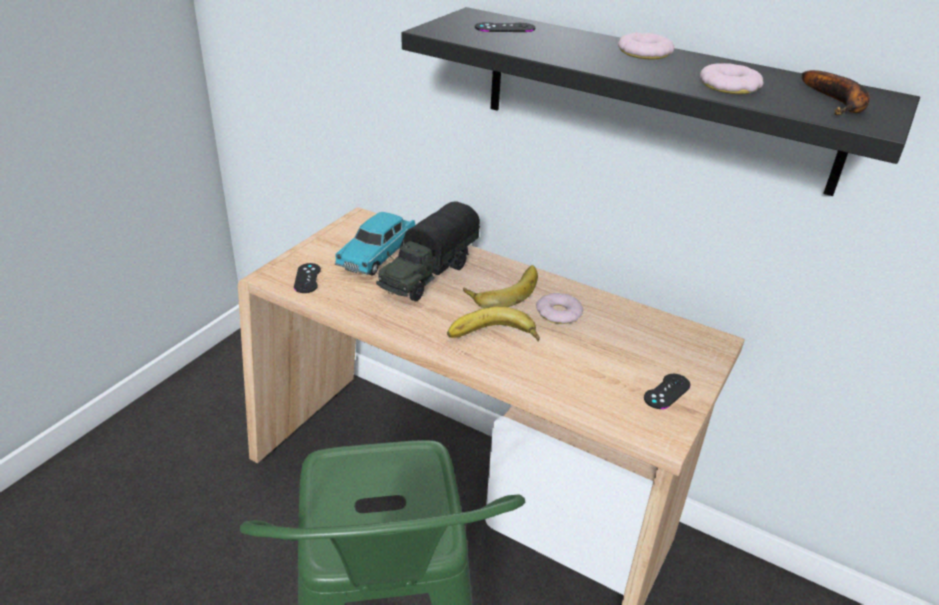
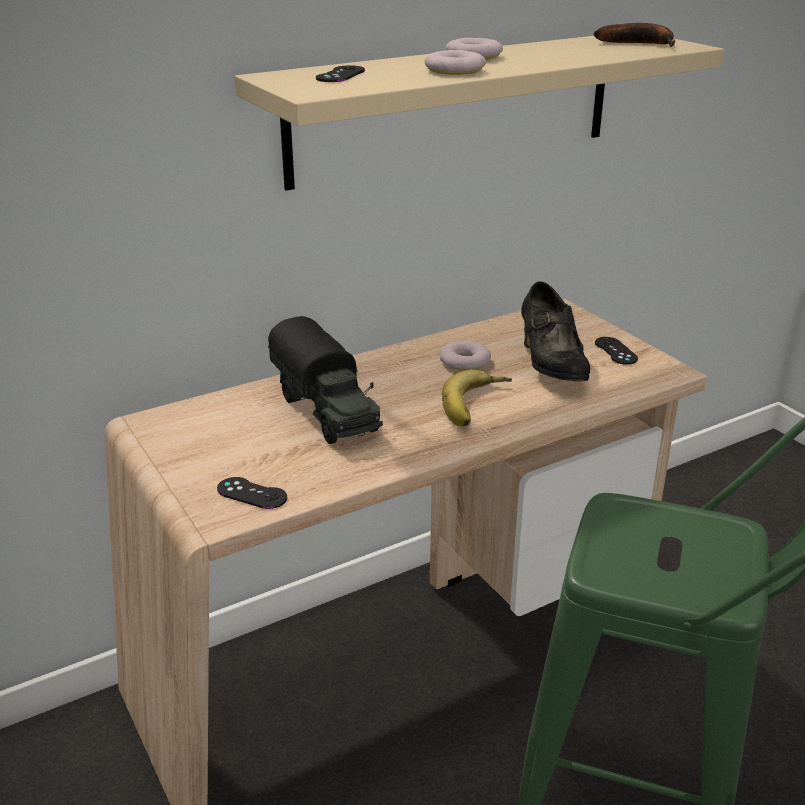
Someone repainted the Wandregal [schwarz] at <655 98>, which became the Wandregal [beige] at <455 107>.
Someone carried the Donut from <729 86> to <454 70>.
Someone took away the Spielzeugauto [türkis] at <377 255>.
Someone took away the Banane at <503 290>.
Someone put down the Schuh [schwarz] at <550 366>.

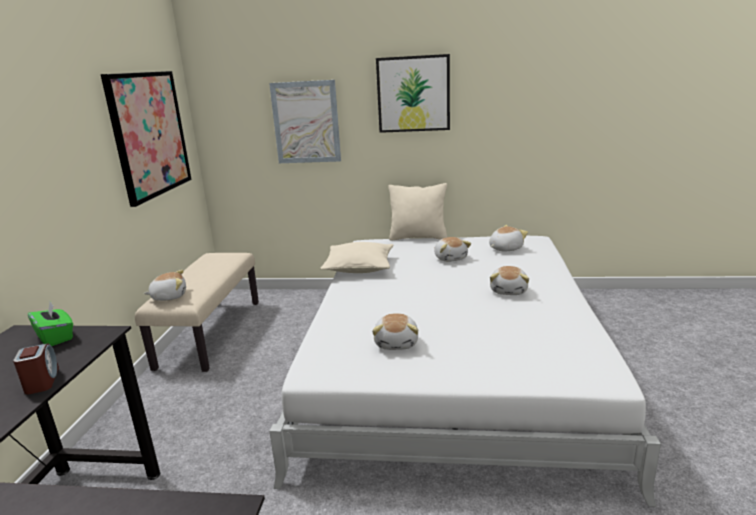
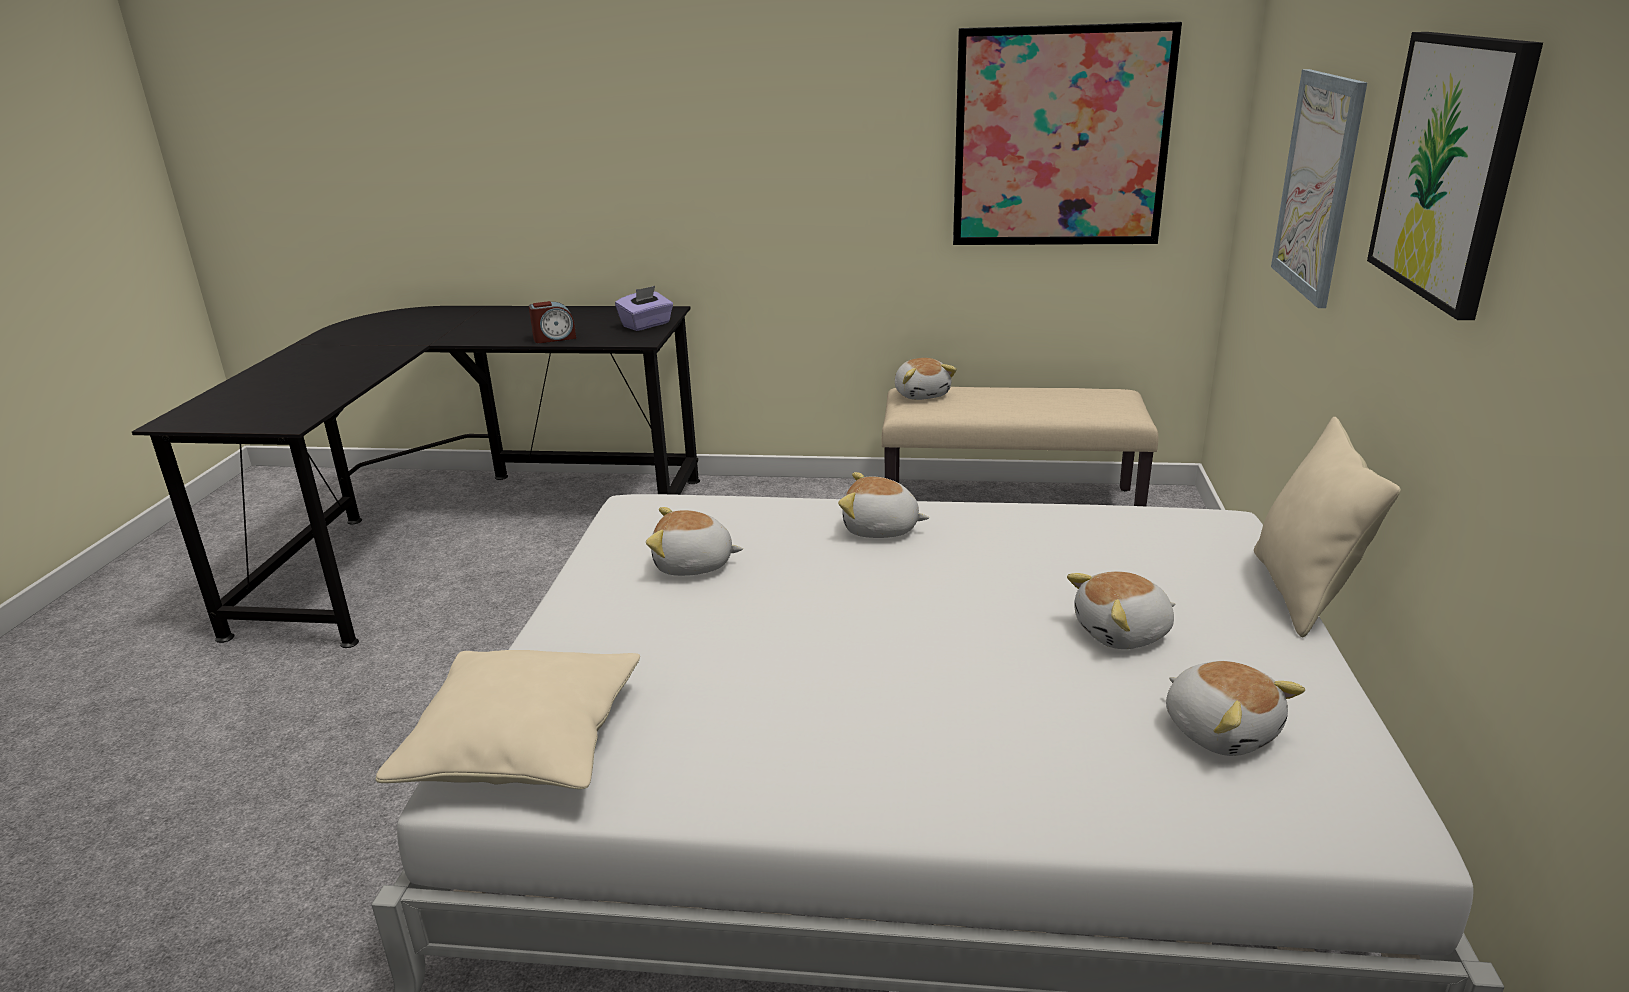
Someone carried the Kissen [beige] from <359 267> to <523 744>.
Someone carried the Plüschtier from <509 291> to <880 529>.
Someone repainted the Taschentuchbox [grün] at <56 337>, which became the Taschentuchbox [lila] at <646 325>.

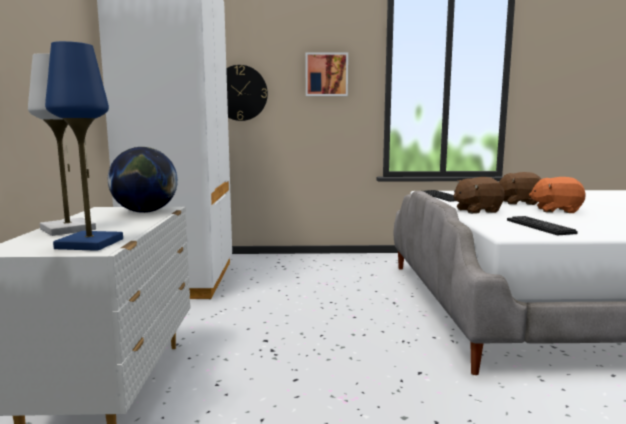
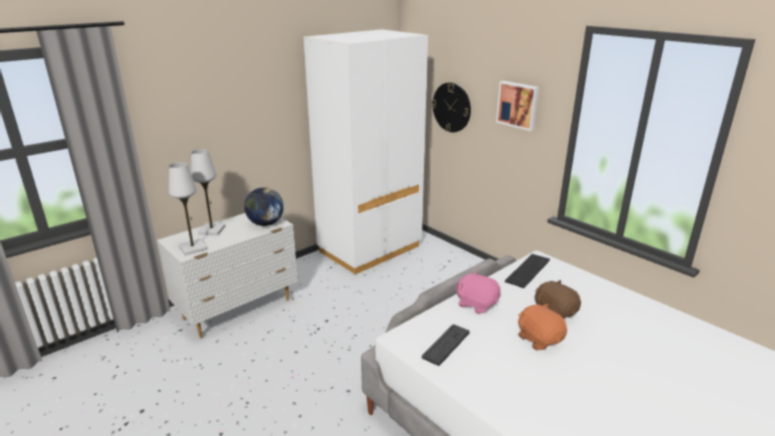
Someone repainted the Tischlampe [blau] at <89 244>, which became the Tischlampe [weiß] at <193 248>.
Someone repainted the Plüschtier [braun] at <476 211>, which became the Plüschtier [rosa] at <476 304>.

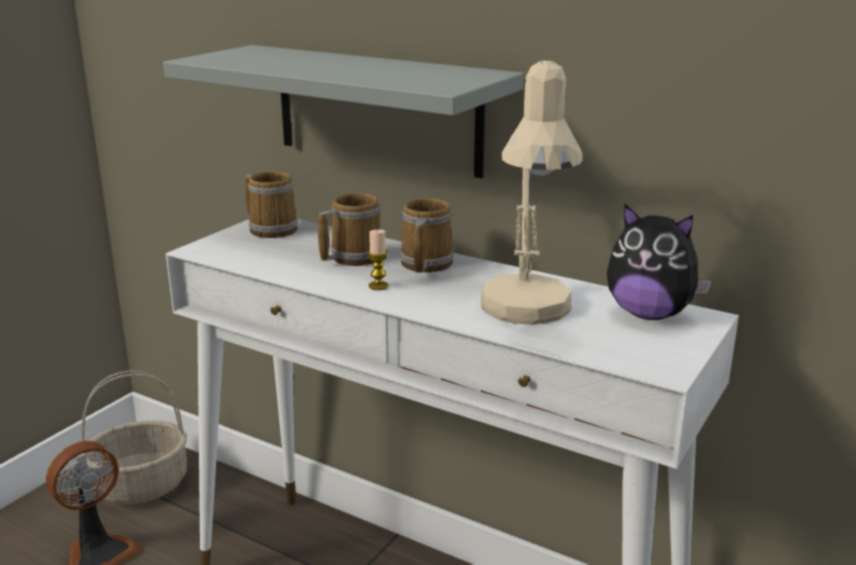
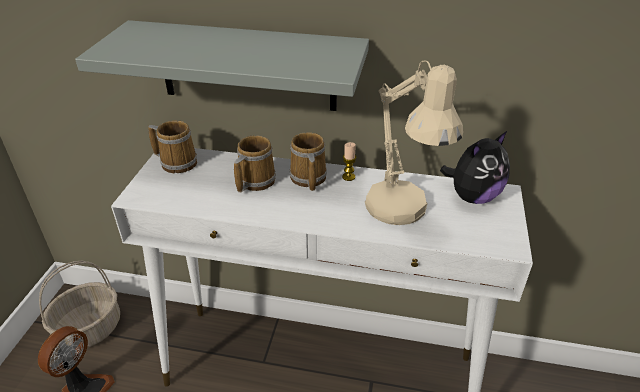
Someone rotated the Plüschtier at <649 314> by 45 degrees counterclockwise.
Someone carried the Kerze from <378 286> to <348 177>.

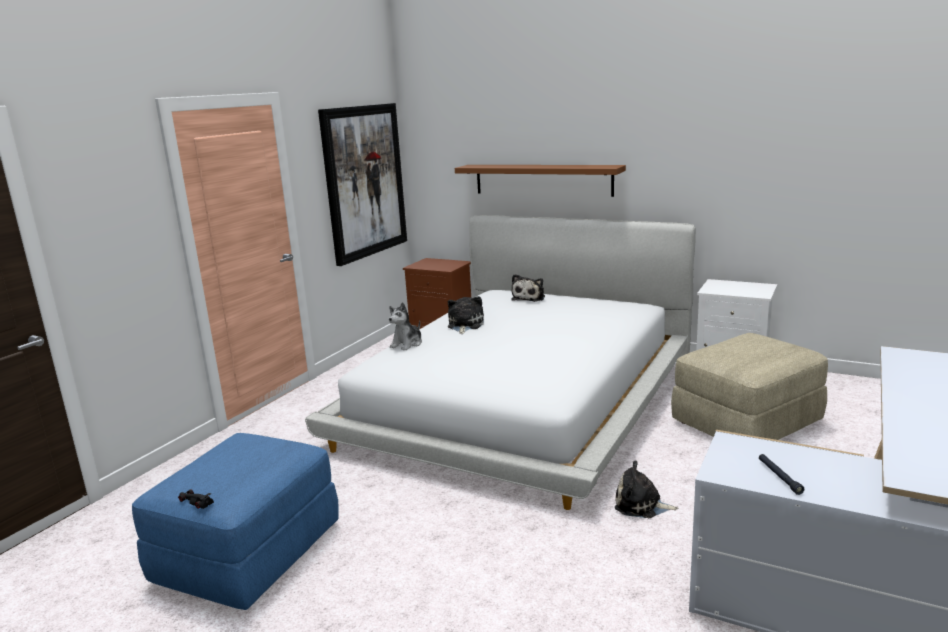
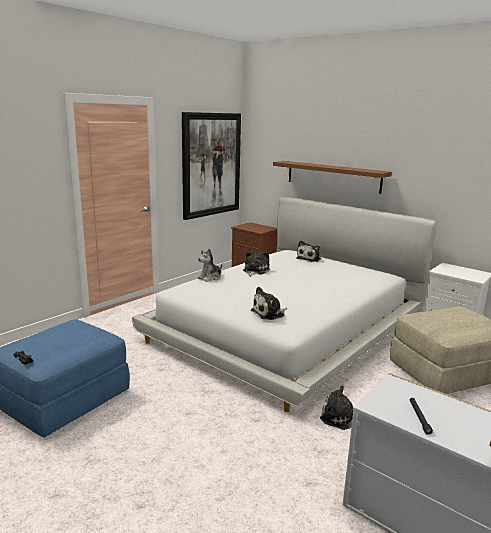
Someone put down the Plüschtier at <269 313>.

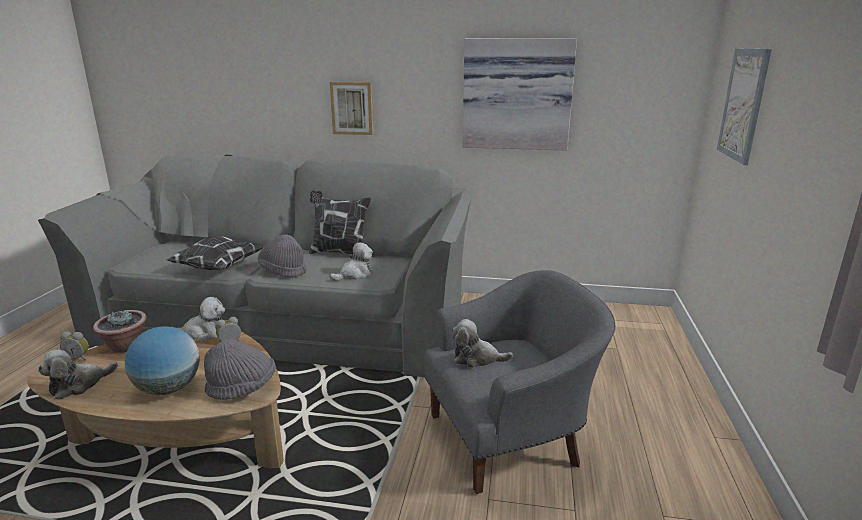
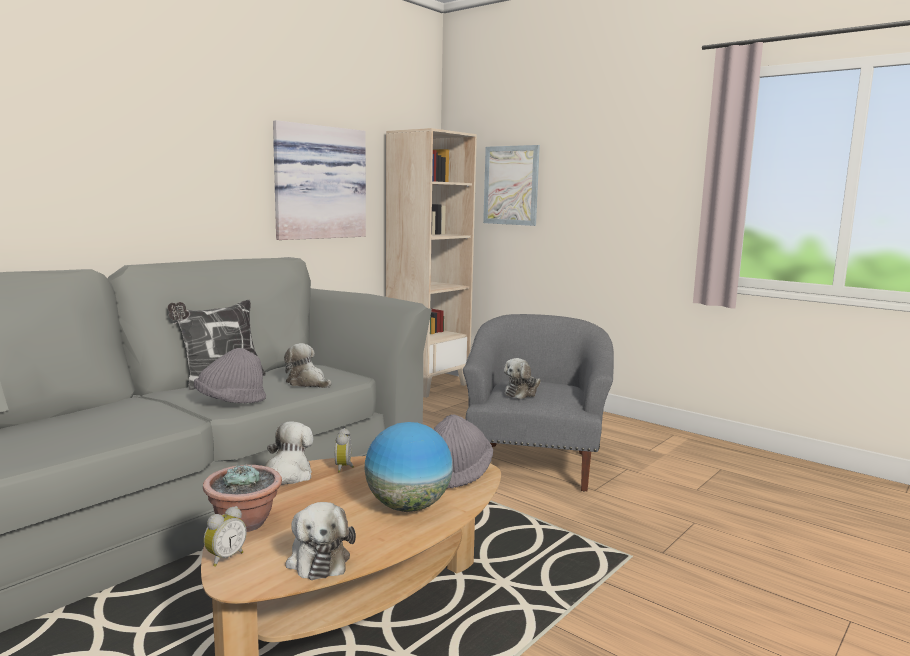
Someone took away the Bild at <352 108>.
Someone took away the Kissen at <218 267>.
Someone rotated the Plüschtier at <354 275> by 45 degrees counterclockwise.
Someone put down the Bücherregal [beige] at <427 385>.

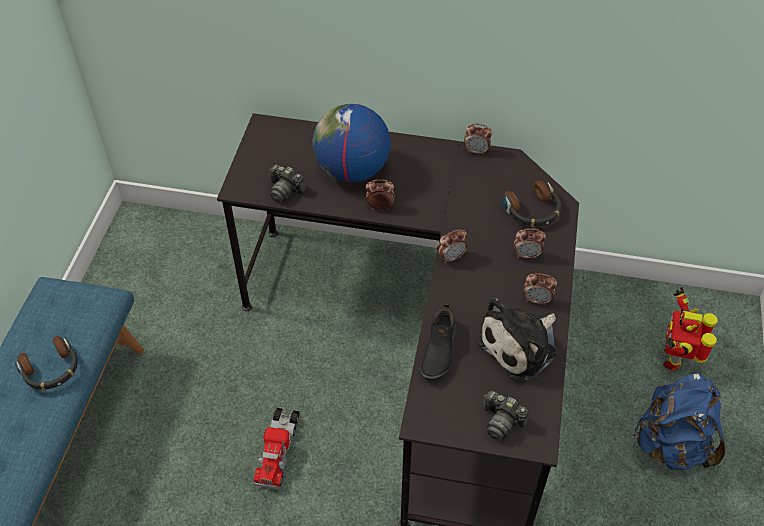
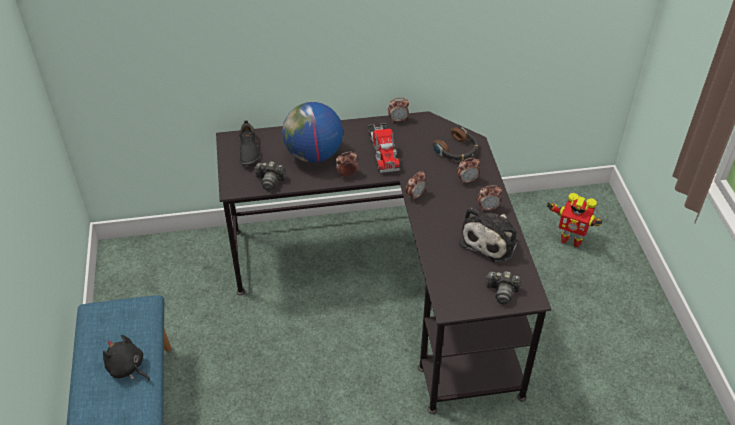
Someone rotated the Spielzeugroboter at <674 358> by 60 degrees counterclockwise.
Someone carried the Schuh [schwarz] from <438 350> to <248 151>.
Someone swapped the Kopfhörer at <51 369> for the Plüschtier [schwarz] at <127 368>.
Someone took away the Rucksack [blau] at <671 444>.
Someone carried the Spielzeuglaster from <278 449> to <382 151>.

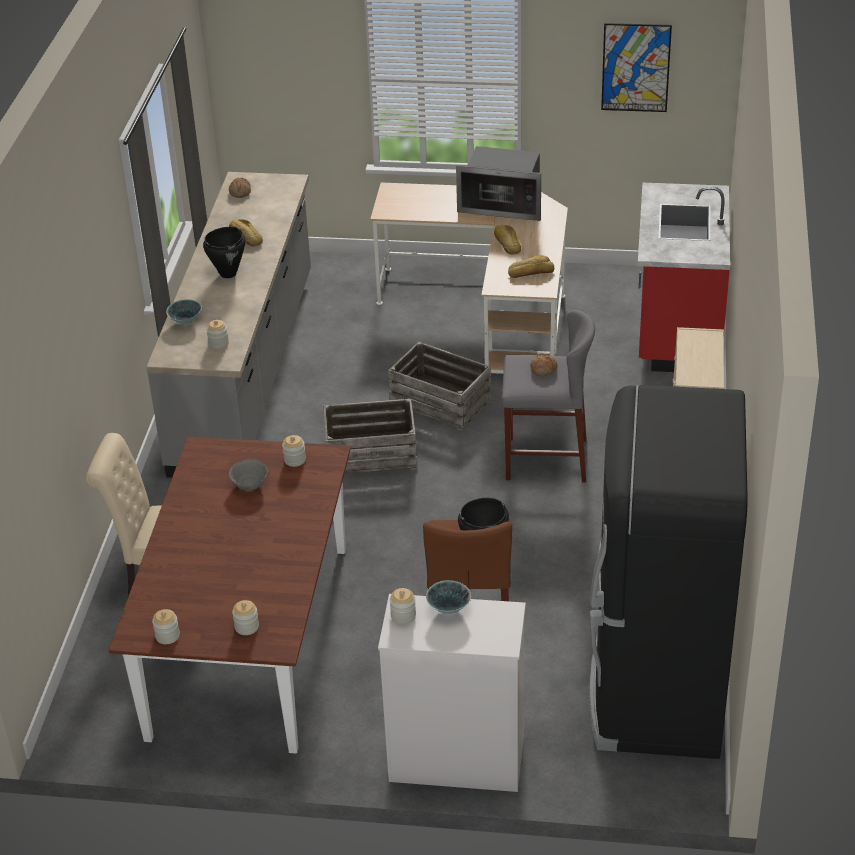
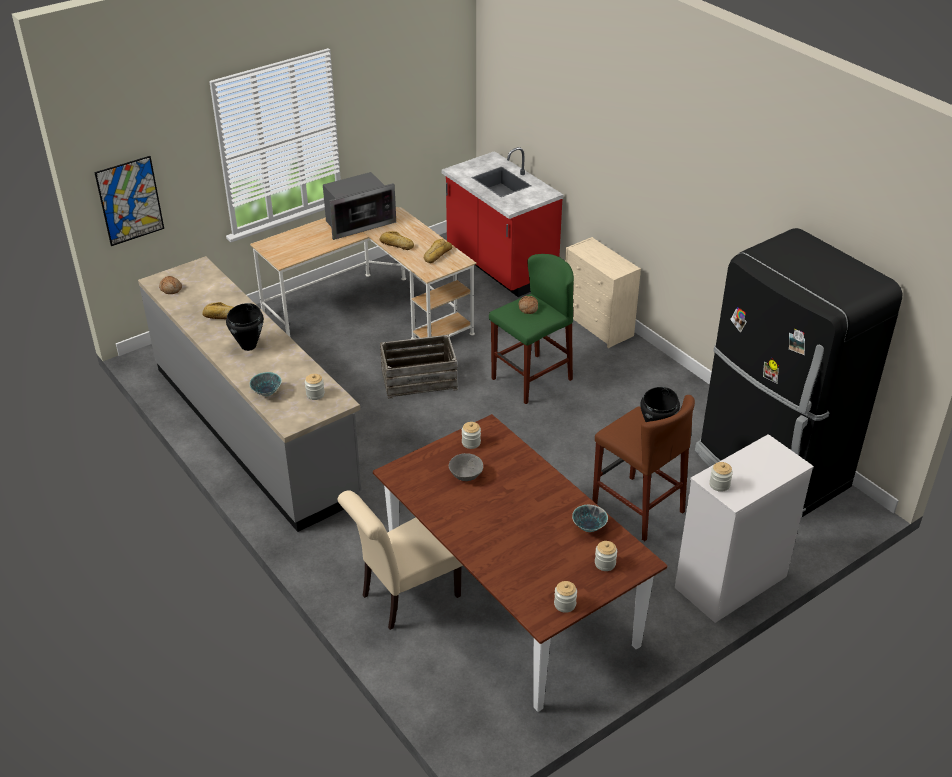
Someone carried the Bild from <635 67> to <130 201>.
Someone repainted the Hocker [grau] at <546 459>, which became the Hocker [grün] at <531 379>.
Someone took away the Kiste at <371 453>.
Someone carried the Schüssel from <448 609> to <588 528>.

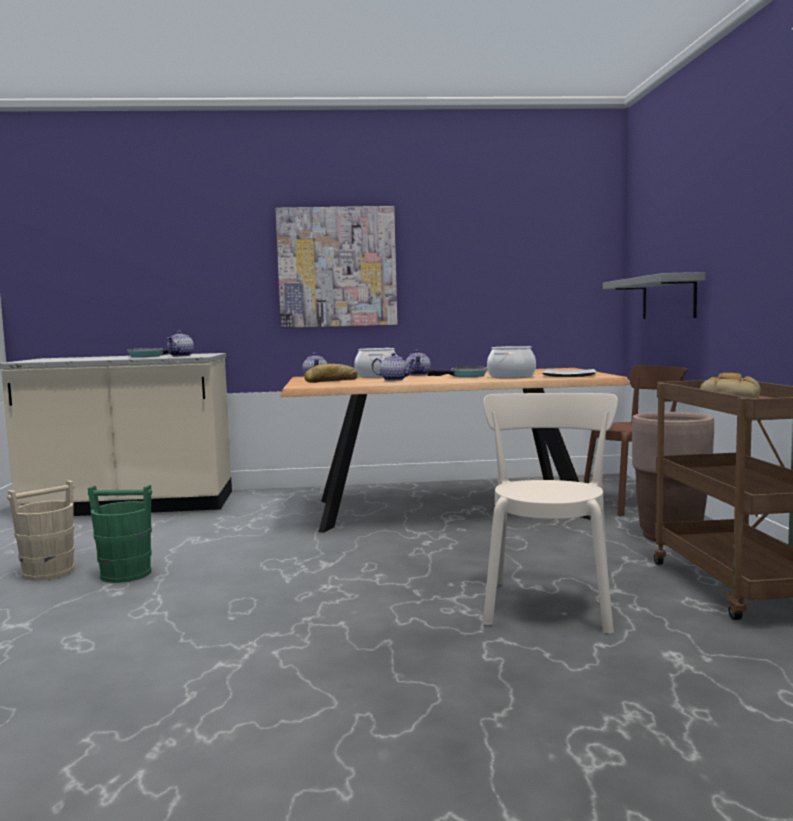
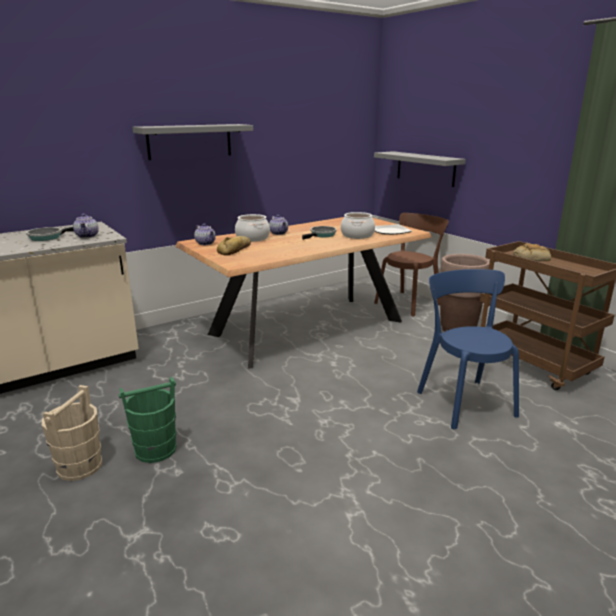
Someone swapped the Bild at <337 267> for the Wandregal [grau] at <189 141>.
Someone took away the Teekanne at <394 380>.
Someone repainted the Stuhl [beige] at <549 603>, which became the Stuhl [blau] at <463 401>.

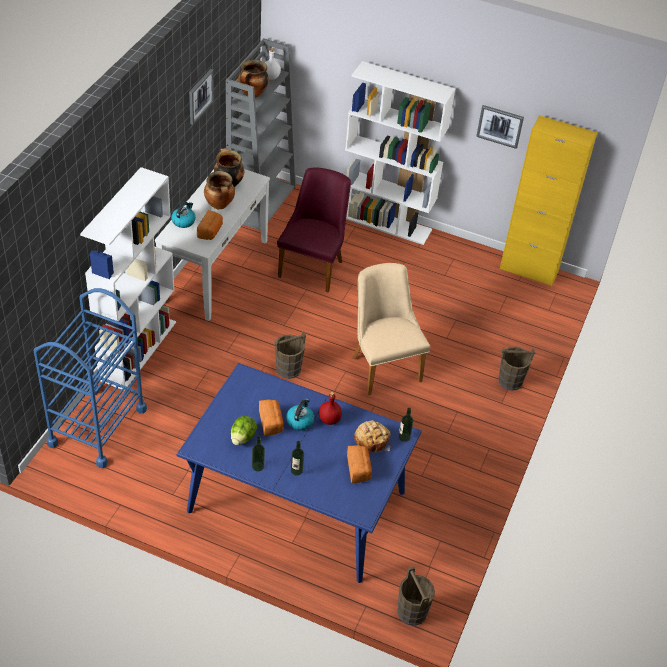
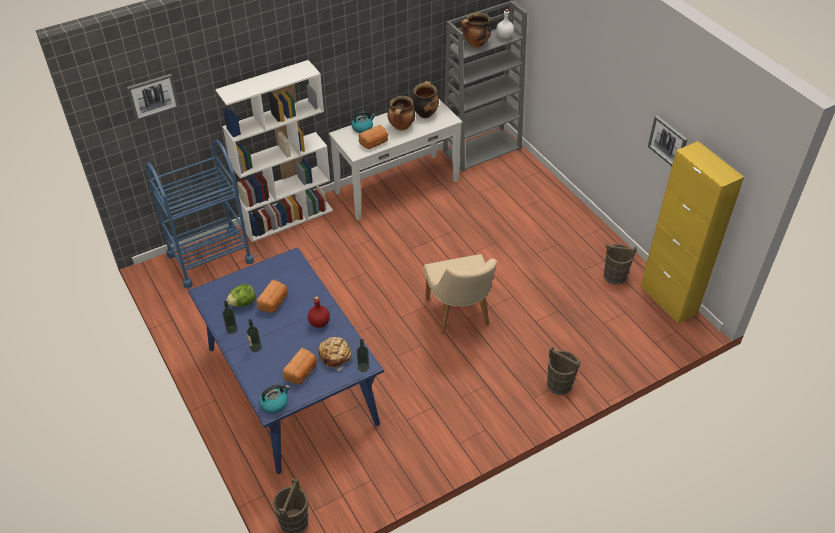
Someone took away the Bücherregal [weiß] at <386 223>.
Someone carried the Bild from <200 96> to <153 96>.
Someone took away the Stuhl [lila] at <314 265>.
Someone rotated the Stuhl [beige] at <382 364> by 150 degrees clockwise.
Someone carried the Eimer [braun] from <289 369> to <615 276>.
Someone carried the Wasserkessel from <300 421> to <274 403>.

